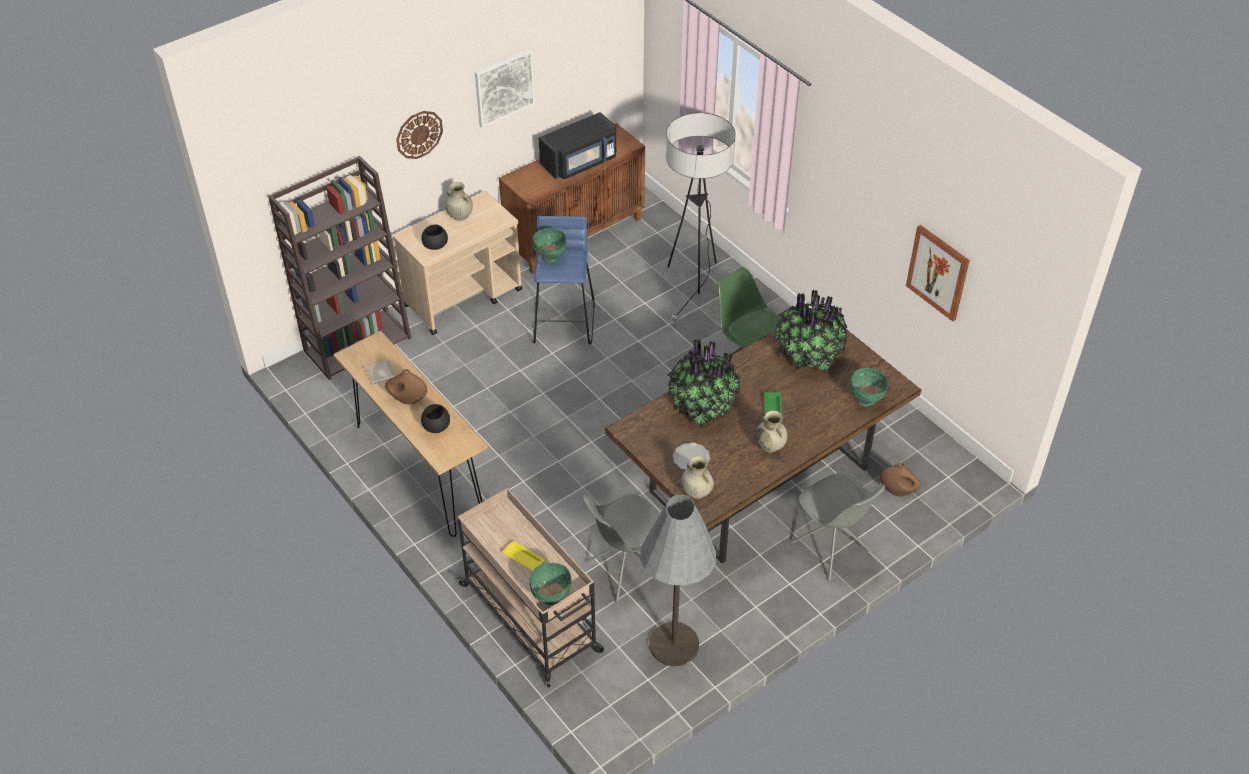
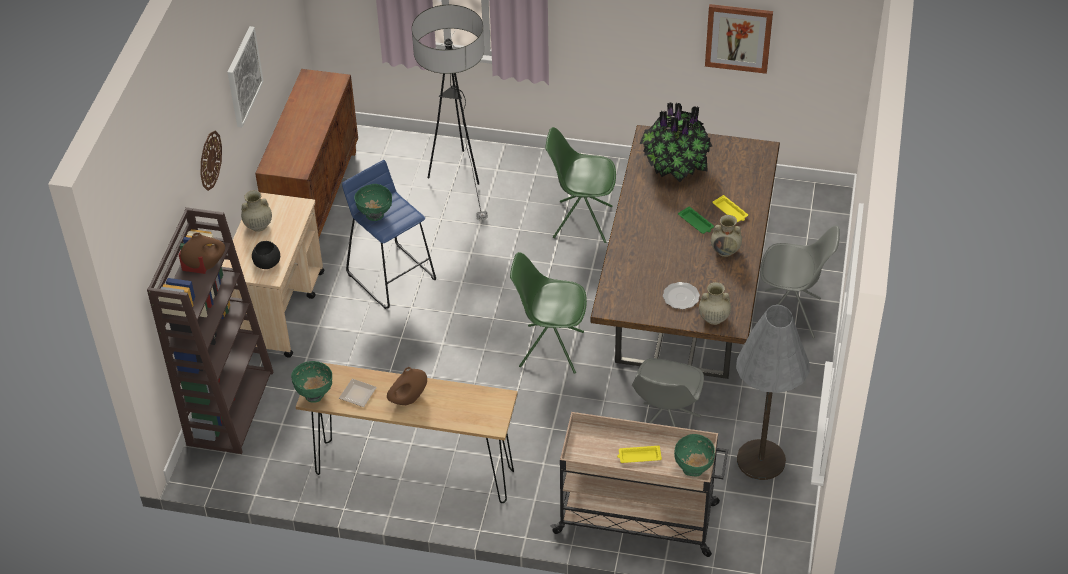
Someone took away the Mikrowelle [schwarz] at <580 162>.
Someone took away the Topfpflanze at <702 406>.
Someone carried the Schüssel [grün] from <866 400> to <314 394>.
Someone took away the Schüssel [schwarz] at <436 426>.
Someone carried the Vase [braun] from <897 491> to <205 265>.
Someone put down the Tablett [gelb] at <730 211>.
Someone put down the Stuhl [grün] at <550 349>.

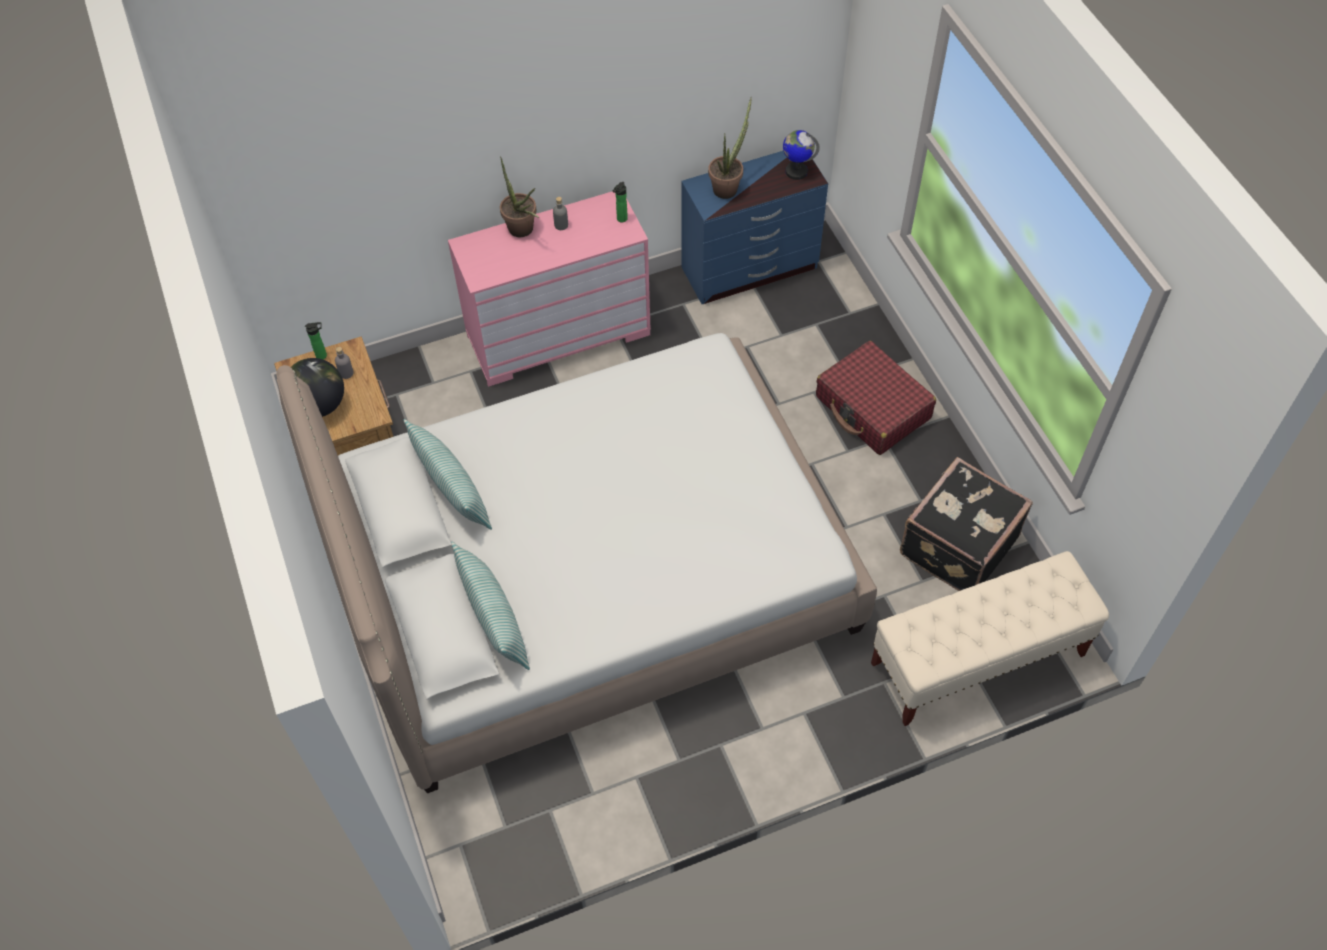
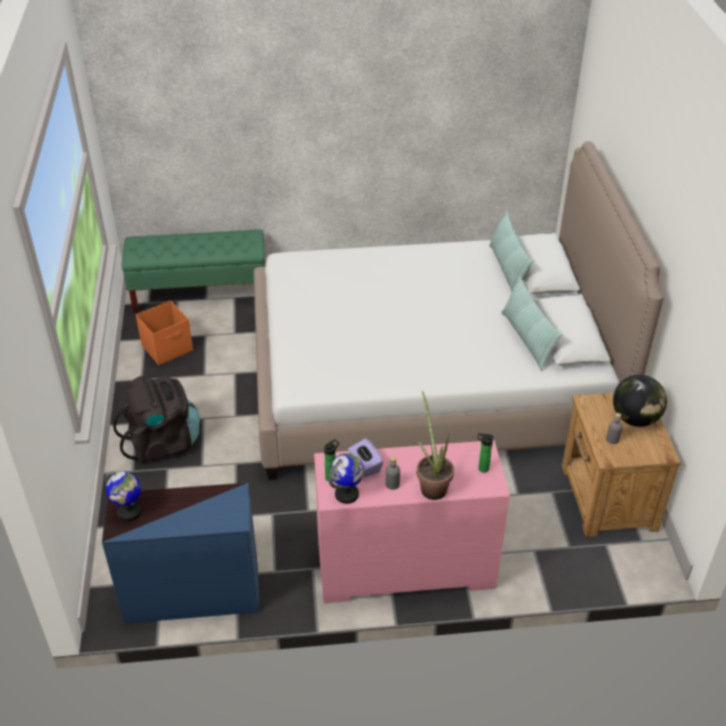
Someone took away the Topfpflanze at <728 186>.
Someone carried the Flasche from <323 355> to <481 468>.
Someone swapped the Koffer [rot] at <873 408> for the Rucksack [schwarz] at <163 443>.
Someone swapped the Koffer [schwarz] at <956 545> for the Aufbewahrungsbox [orange] at <168 348>.
Someone repainted the Bank [beige] at <977 660>, which became the Bank [grün] at <200 294>.
Someone put down the Taschentuchbox [lila] at <365 466>.
Someone put down the Globus at <347 494>.

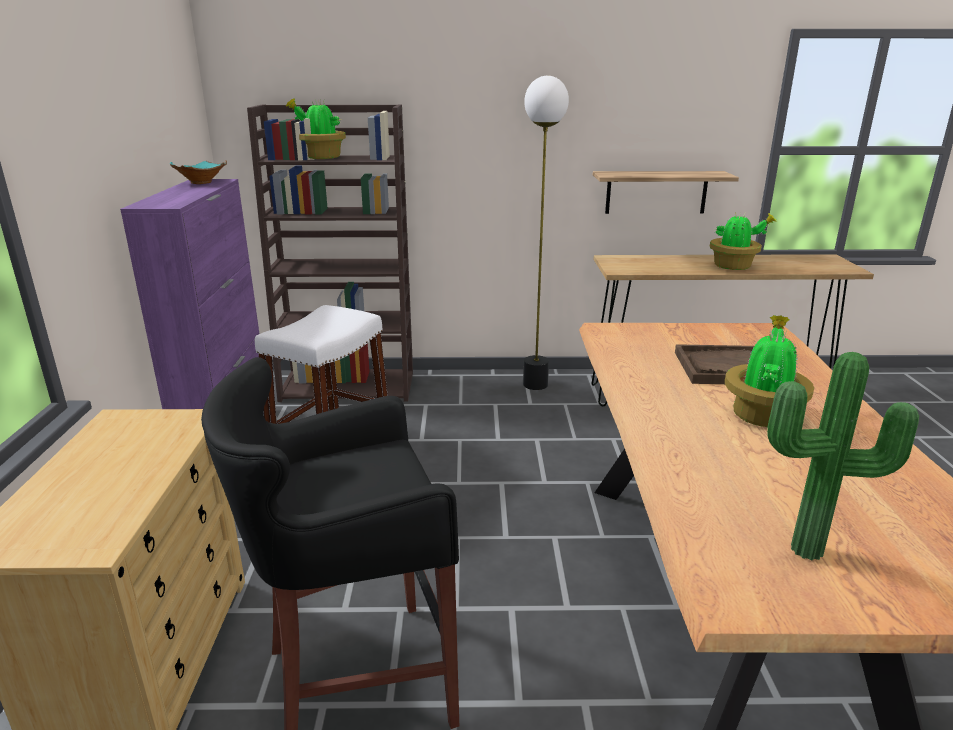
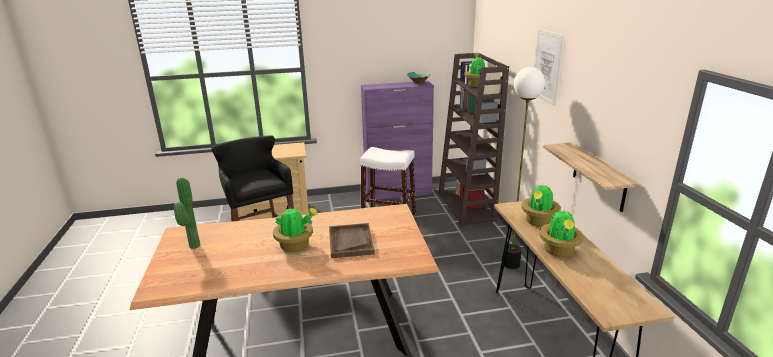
Someone put up the Bild at <546 66>.
Someone put down the Topfpflanze at <538 222>.

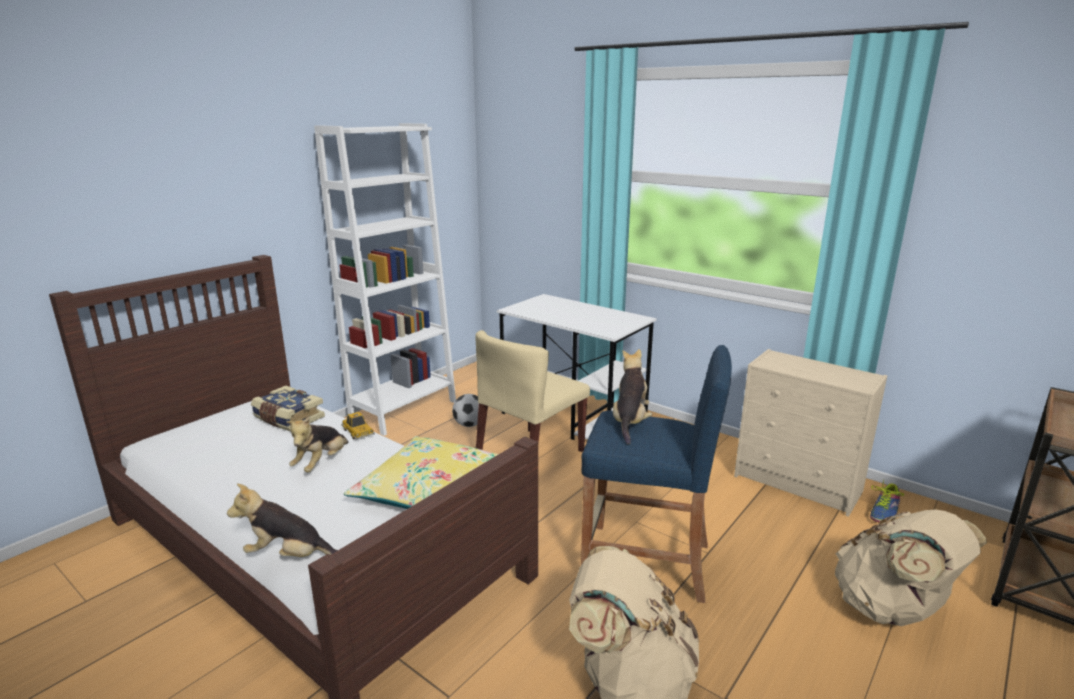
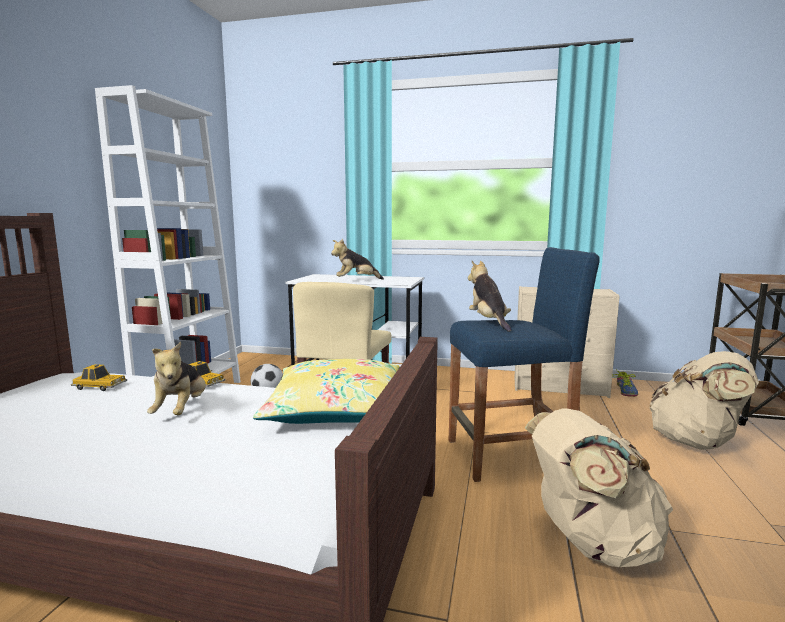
Someone swapped the Buch at <288 419> for the Spielzeugauto at <100 386>.
Someone carried the Plüschtier from <289 556> to <356 280>.

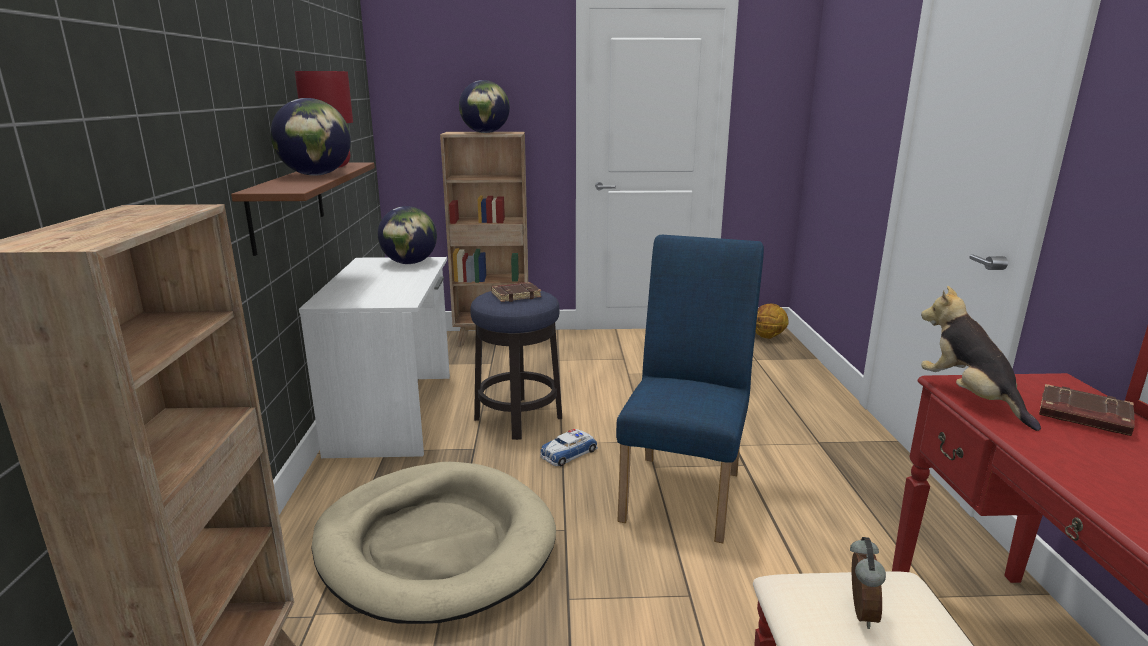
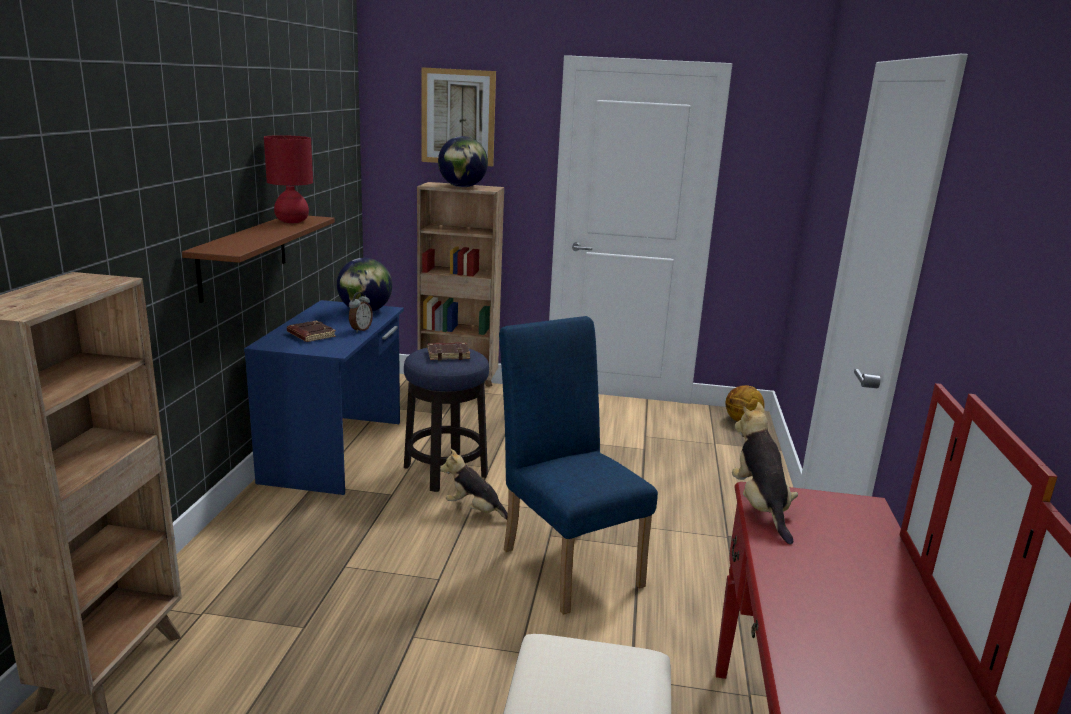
Someone took away the Globus at <316 175>.
Someone rotated the Stuhl [blau] at <684 489> by 60 degrees counterclockwise.
Someone repainted the Schreibtisch [weiß] at <395 412>, which became the Schreibtisch [blau] at <336 450>.
Someone carried the Buch [braun] from <1082 416> to <310 335>.
Someone swapped the Spielzeugauto at <568 453> for the Plüschtier at <476 511>.
Someone took away the Hundebett [beige] at <435 545>.
Someone carried the Wecker from <858 612> to <360 330>.
Someone put up the Bild at <458 117>.

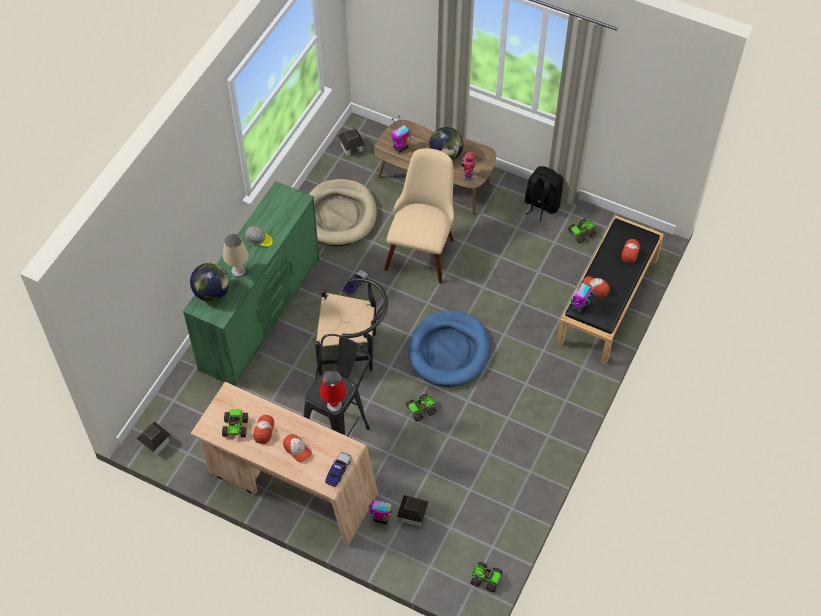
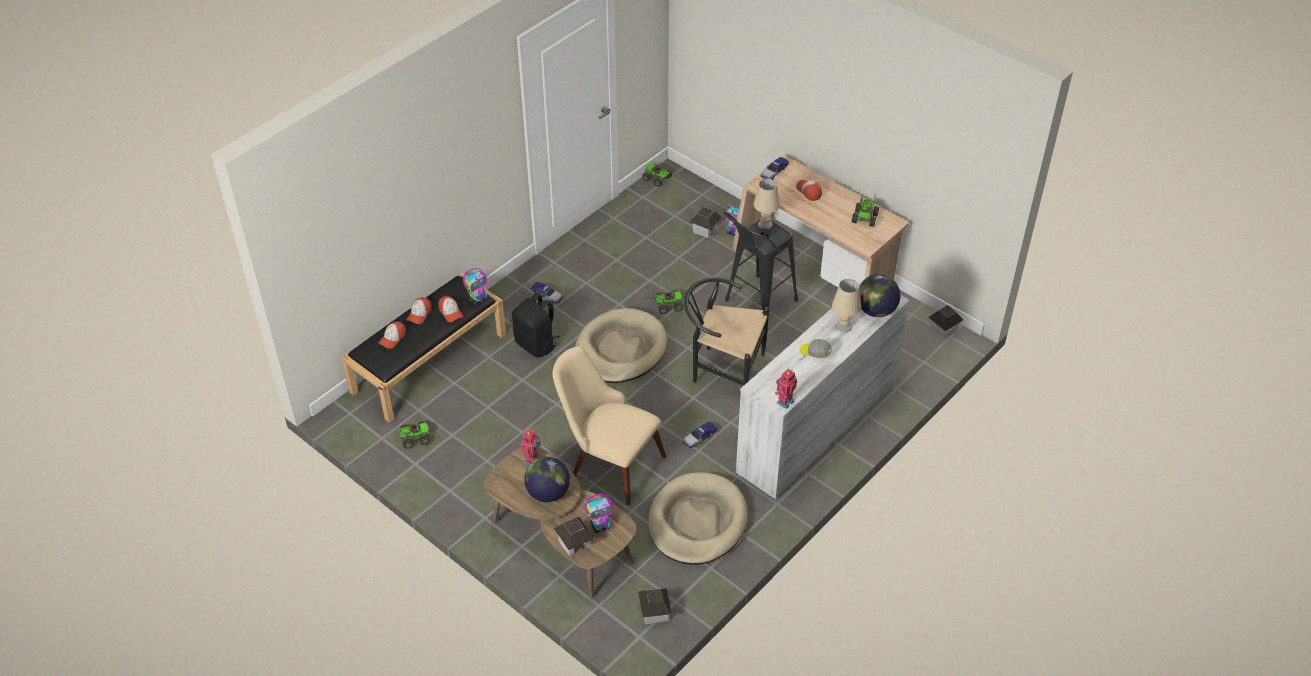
Someone rotated the Stuhl [beige] at <422 247> by 90 degrees clockwise.
Someone carried the Rucksack [schwarz] from <541 205> to <536 344>.
Someone repainted the Kommode [grün] at <261 313>, which became the Kommode [weiß] at <815 427>.
Someone repainted the Hundebett [blau] at <449 351>, which became the Hundebett [beige] at <620 349>.
Someone repainted the Tischlampe [rot] at <334 405>, which became the Tischlampe [beige] at <765 224>.
Someone carried the Kappe from <263 430> to <419 314>.
Someone put down the Spielzeugauto at <547 295>.
Someone put down the Spielzeugroboter at <784 401>.
Someone put down the Spielzeughaus at <574 543>.

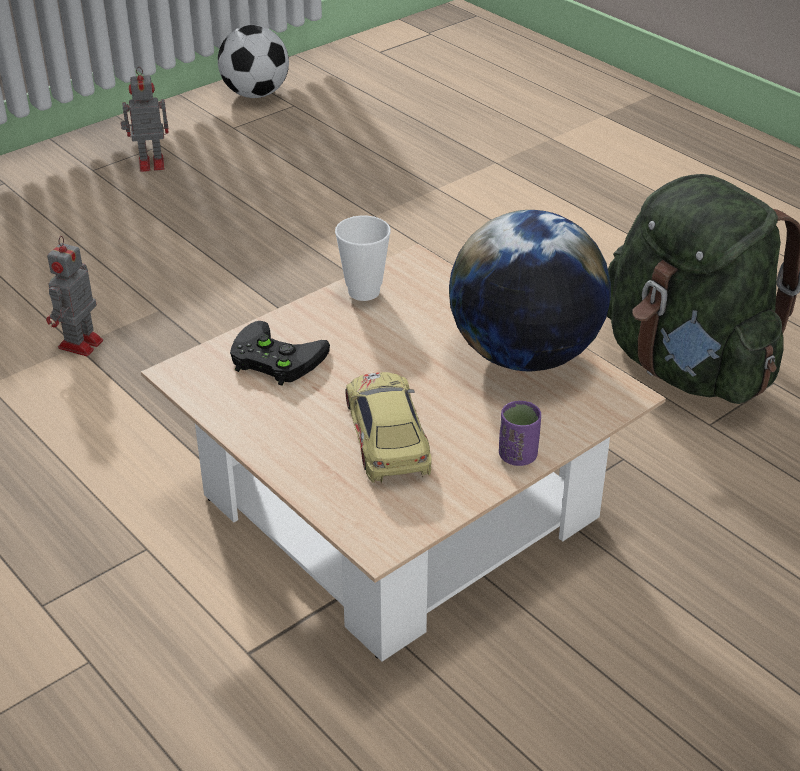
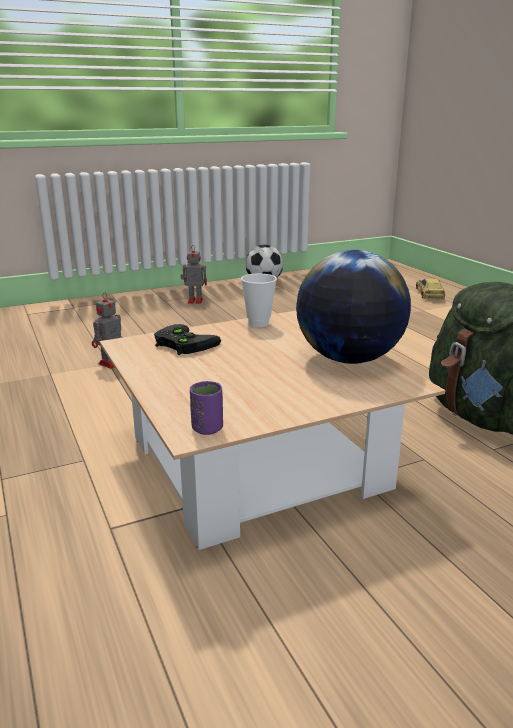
Someone carried the Spielzeugauto from <387 434> to <429 294>.
Someone carried the Tasse [lila] from <517 456> to <207 429>.

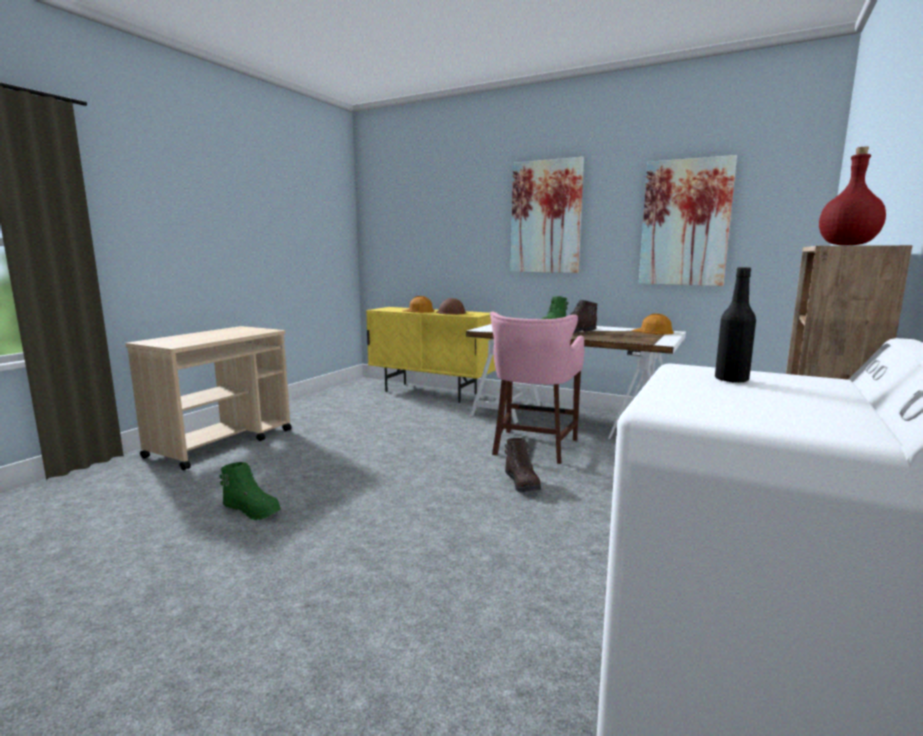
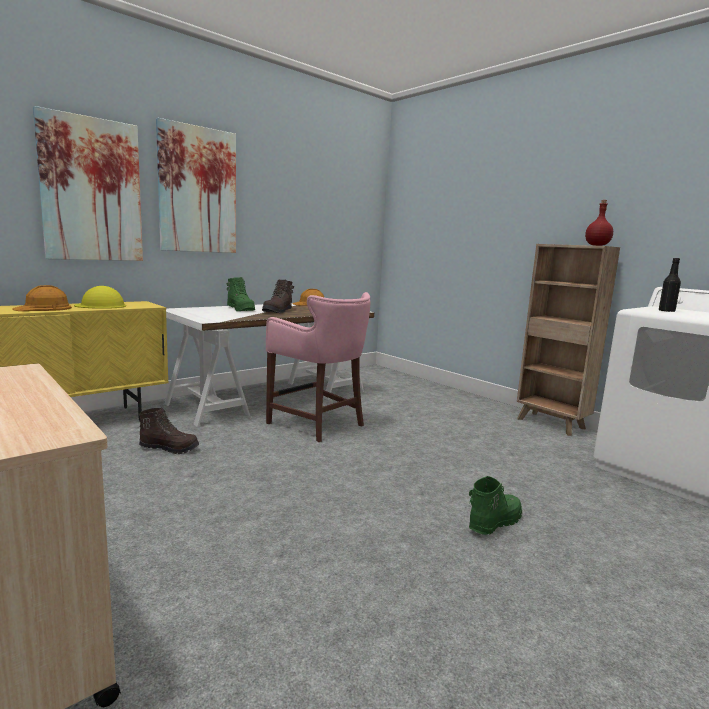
Someone carried the Bild from <685 223> to <92 190>.
Someone repainted the Schutzhelm [braun] at <451 312>, which became the Schutzhelm [gelb] at <101 306>.
Someone carried the Stiefel [braun] from <522 483> to <170 448>.
Someone carried the Stiefel [grün] from <252 510> to <493 523>.

